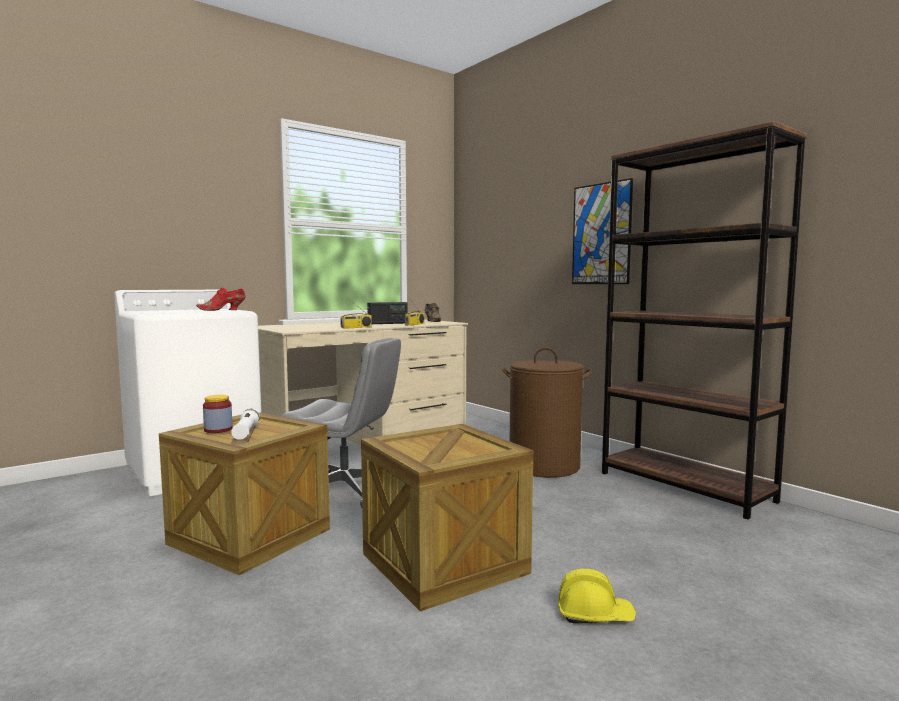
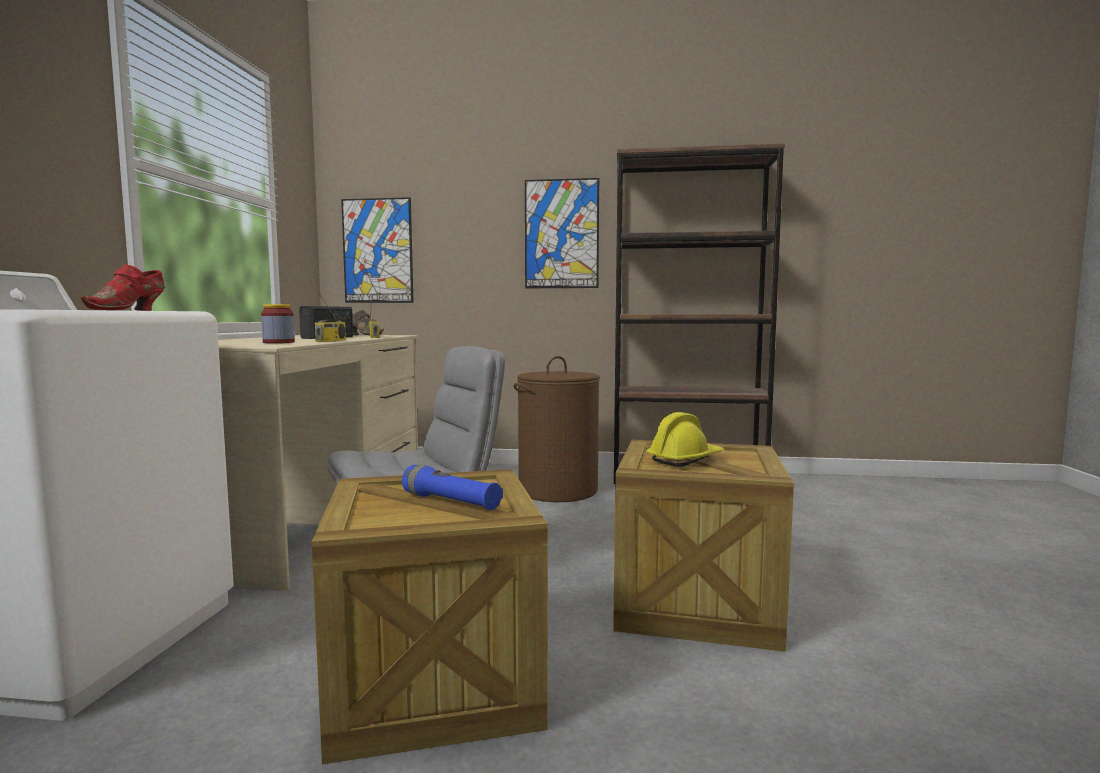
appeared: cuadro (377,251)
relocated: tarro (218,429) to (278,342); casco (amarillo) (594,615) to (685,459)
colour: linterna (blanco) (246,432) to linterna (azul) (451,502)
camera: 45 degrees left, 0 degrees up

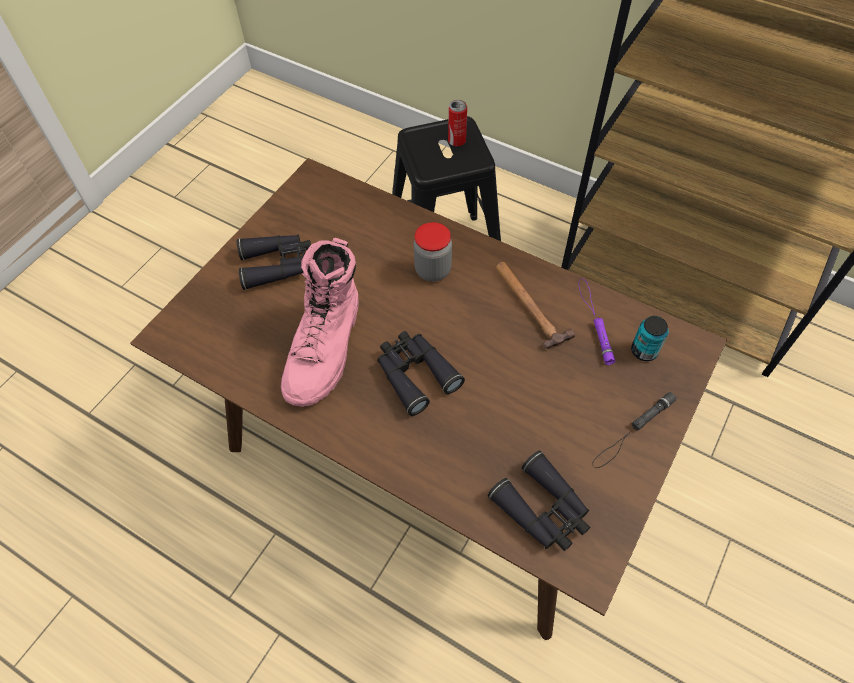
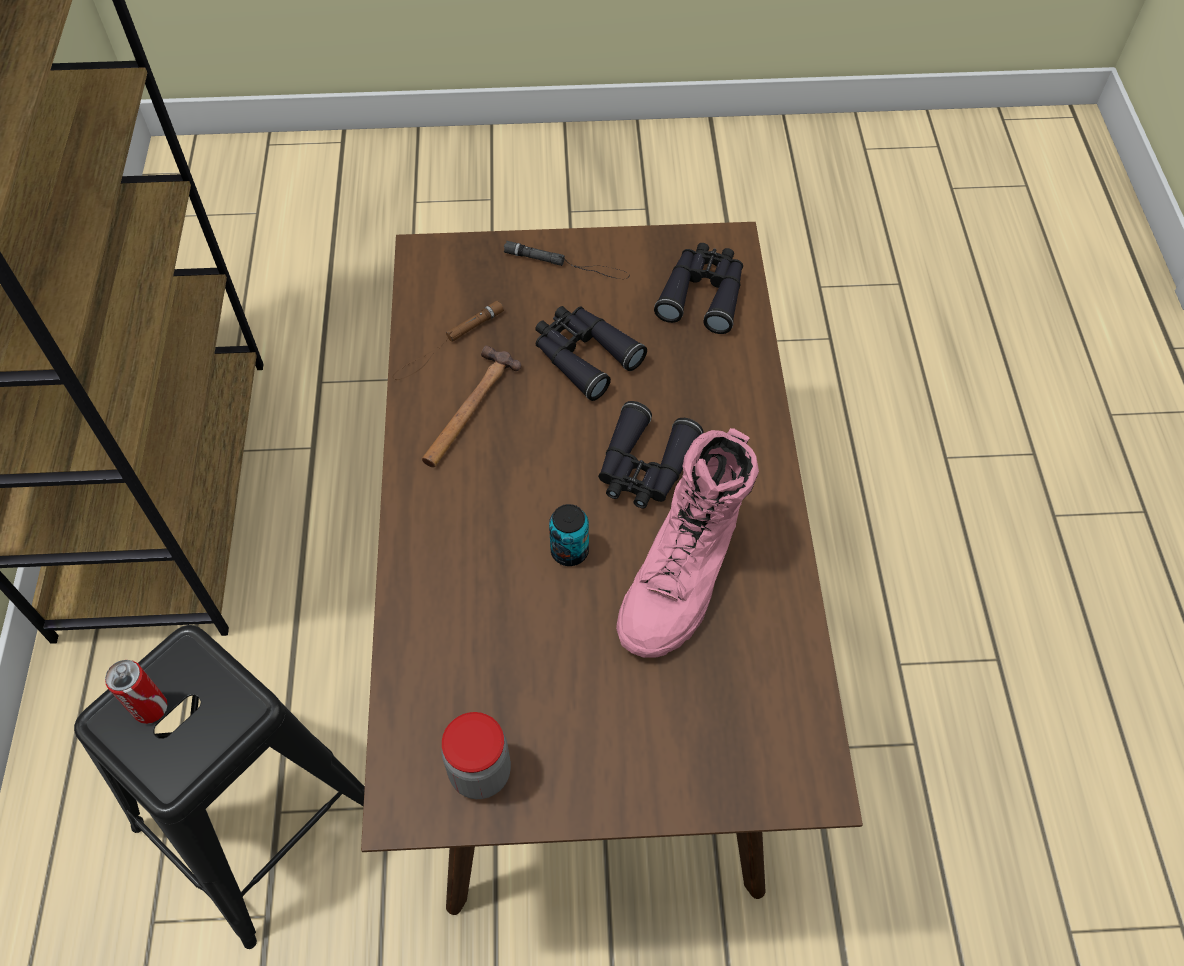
relocated: prismáticos (negro) (278,265) to (583,355); tarro (433,270) to (480,772); lata (644,351) to (569,551)
colour: linterna (morado) (594,320) to linterna (marrón) (448,344)
spun: bota (rosa) (326,349) = (683,576) 135 degrees clockwise
camera: 125 degrees left, 0 degrees up

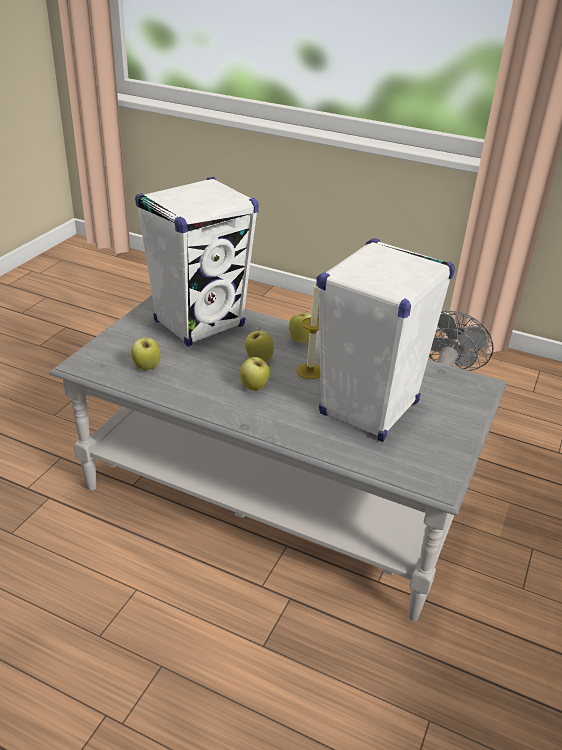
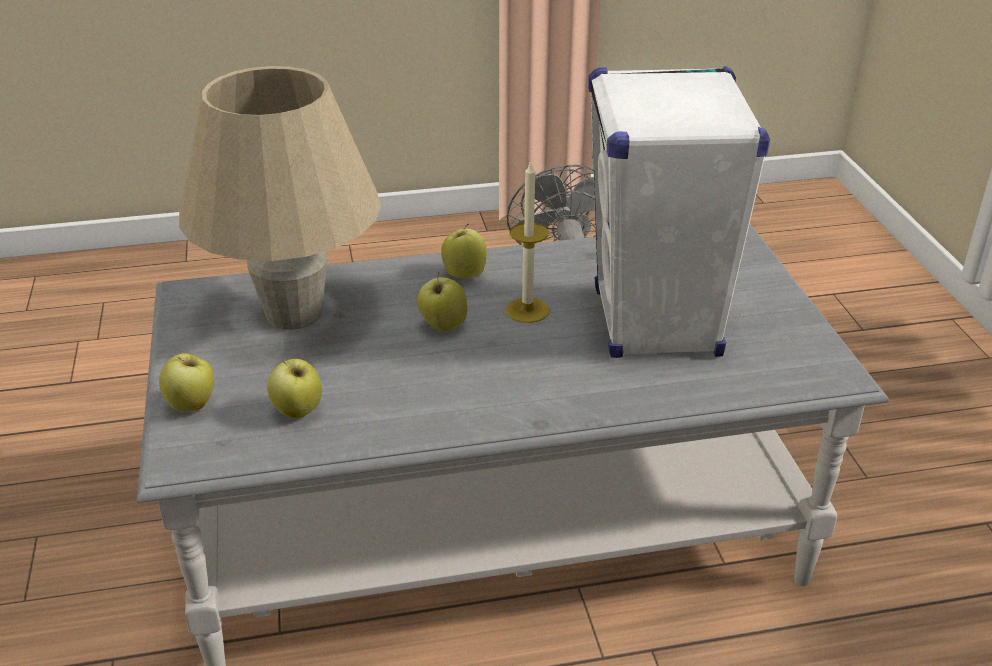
relocated: manzana (254,388) to (192,406)
exchanged: altavoz (blanco) (199,324) to lámpara de mesa (beis) (294,313)
camera: 35 degrees left, 0 degrees up

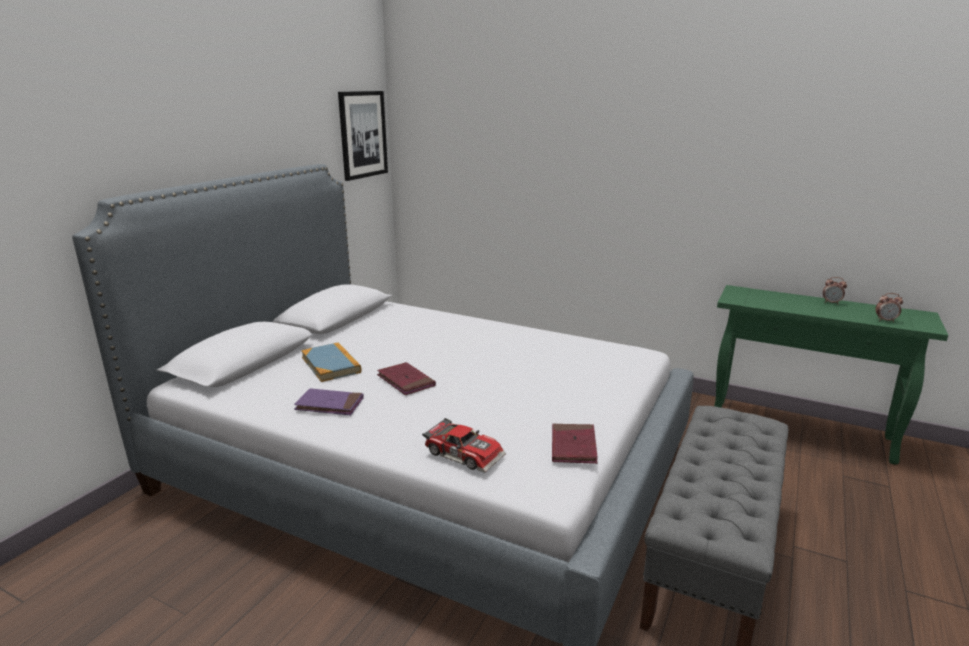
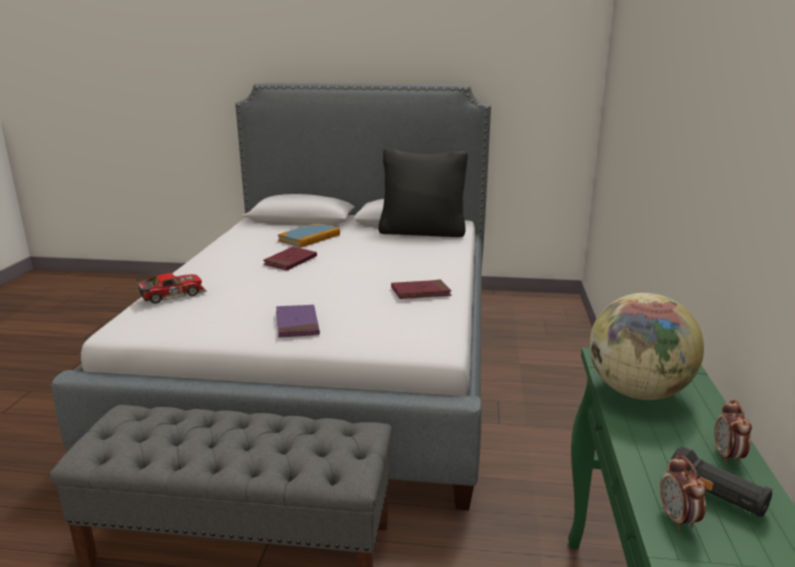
missing: cuadro (362,134)
appeared: cojín (negro) (422,232); globo terráqueo (637,392); linterna (negro) (716,498)
relocated: libro (morado) (329,405) to (297,324); libro (rojo) (573,446) to (420,292)
spun: coche de juguete (465,452) = (172,294) 135 degrees counterclockwise
camera: 70 degrees right, 0 degrees up

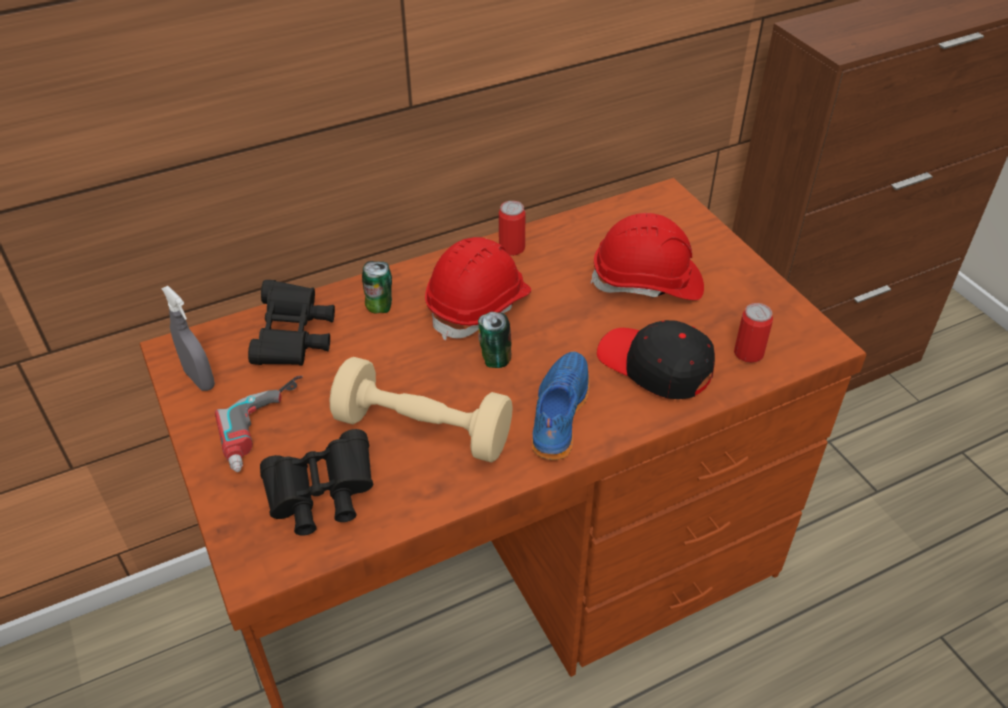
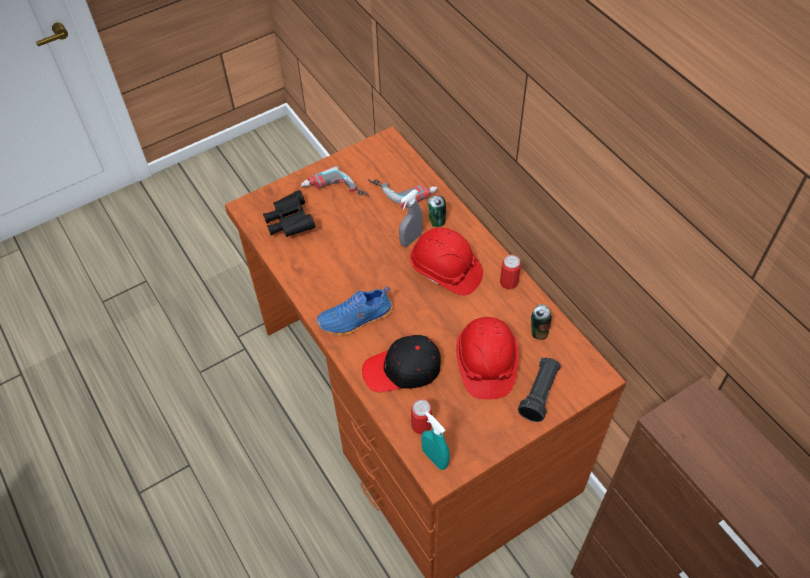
missing: mancuerna (beis) (423,430)
appeared: pulverizador (turquesa) (435,458); linterna (negro) (539,394)
relocated: pulverizador (gris) (200,379) to (411,239); lata (495,360) to (538,331)
exchanged: prismáticos (negro) (295,339) to taladro (403,188)
spun: zapato (azul) (557,413) = (356,319) 150 degrees clockwise; gorra (negro) (655,366) = (402,369) 135 degrees counterclockwise
camera: 85 degrees right, 10 degrees up

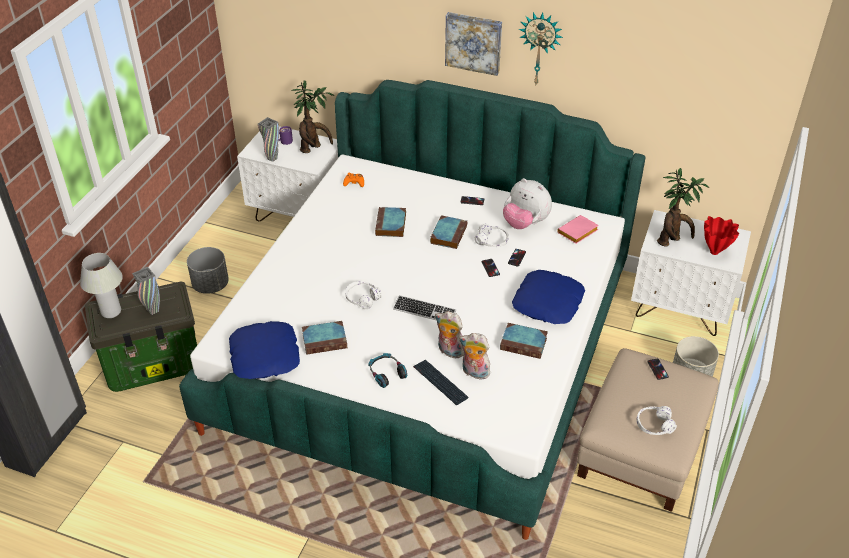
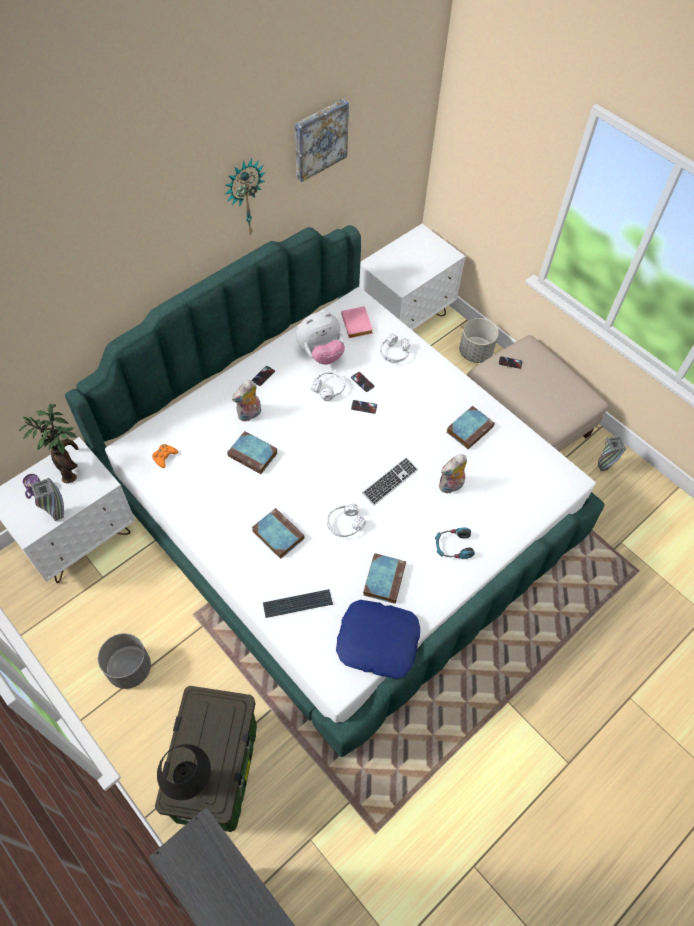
missing: cojín (azul) (548,303); planta en maceta (672,240); florero (rojo) (714,252)
relocated: florero (gris) (153,311) to (602,467); teclado (440,383) to (297,604); libro (448,234) to (277,534); cuadro (474,42) to (319,139); peluche (474,373) to (249,415); auriculares (blanco) (654,425) to (394,353)
colour: lámpara de mesa (blanco) (111,312) to lámpara de mesa (negro) (191,783)
camera: 65 degrees left, 15 degrees up

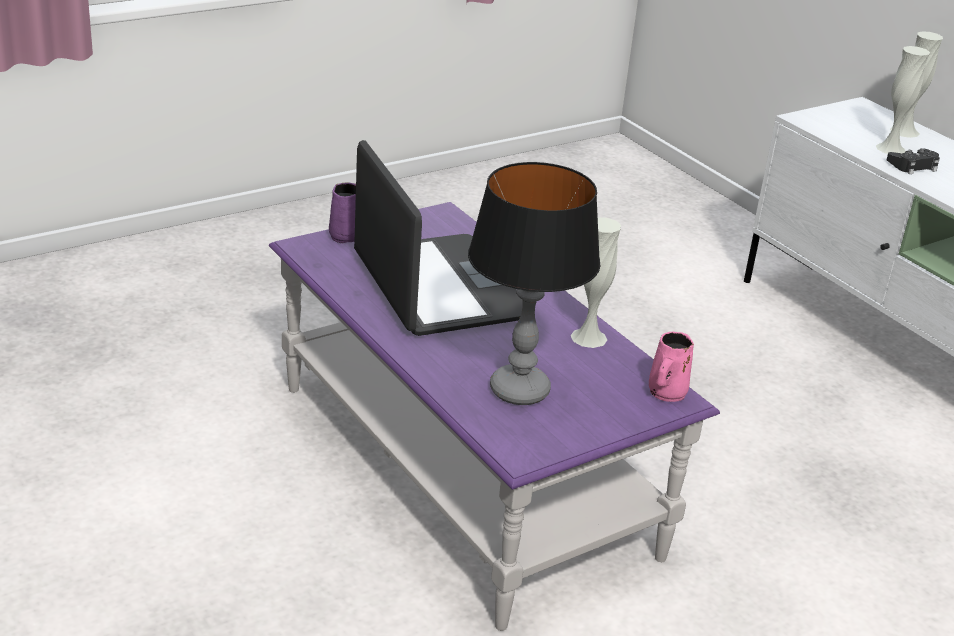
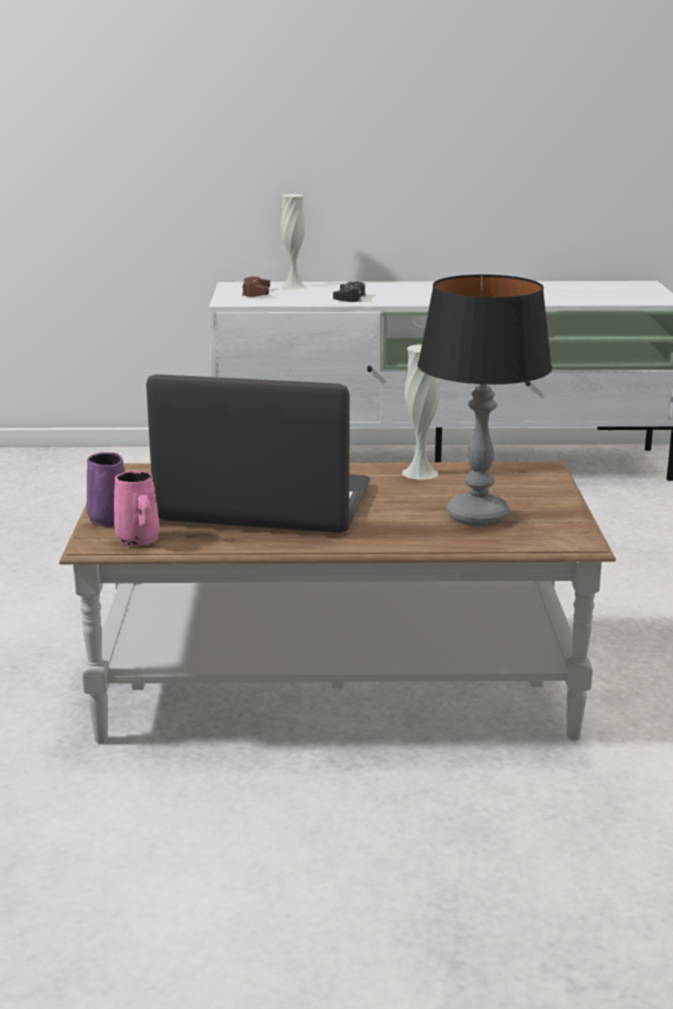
missing: florero (blanco) (890,149)
appeared: mando de consola (marrón) (256,293)
relocated: taza grande (rosa) (666,393) to (138,540)
colour: mesa de centro (morado) (463,468) to mesa de centro (marrón) (335,685)
camera: 55 degrees left, 10 degrees down

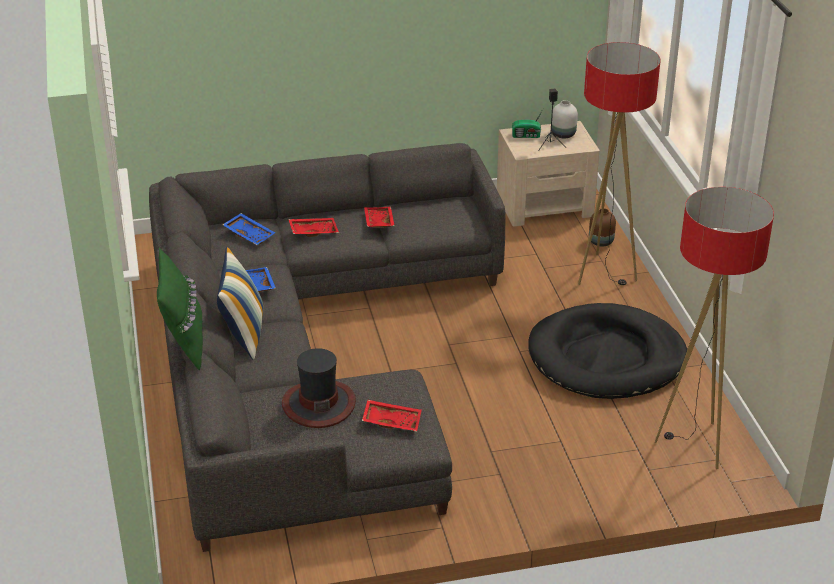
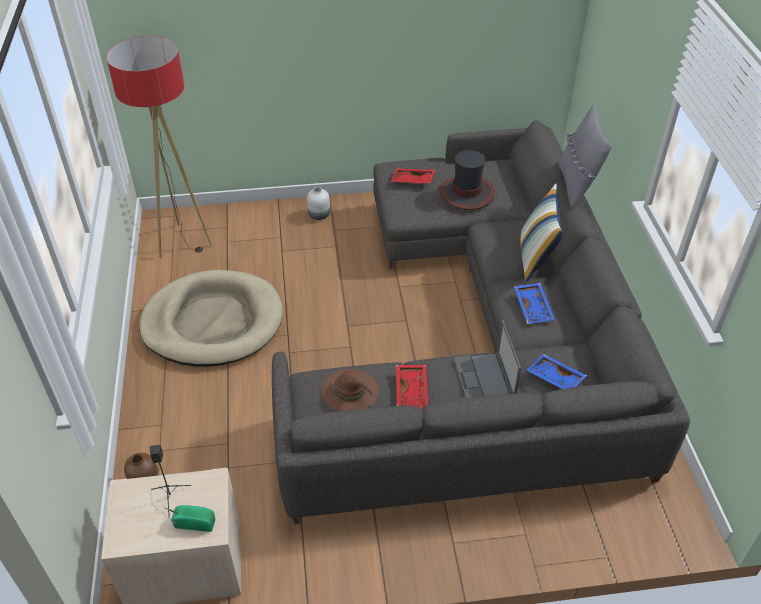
missing: lámpara de pie (604,273)
appeared: sombrero (marrón) (351,391)
relocated: florero (blanco) (562,134) to (319,214)
exchanged: bandeja (rojo) (313,231) to portátil (484,380)
colour: cojín (verde) (184,343) to cojín (gris) (576,185); cama para perro (negro) (606,357) to cama para perro (beis) (213,322)
camera: 175 degrees left, 10 degrees up

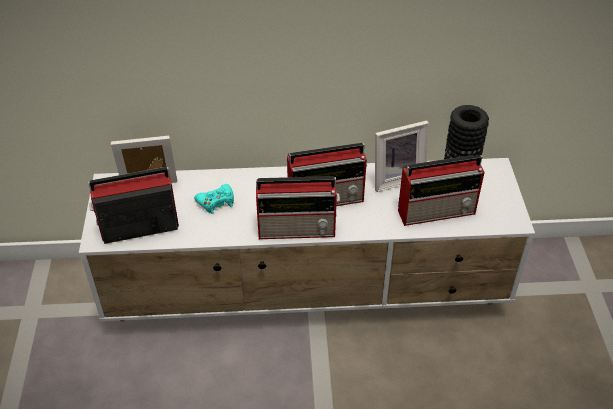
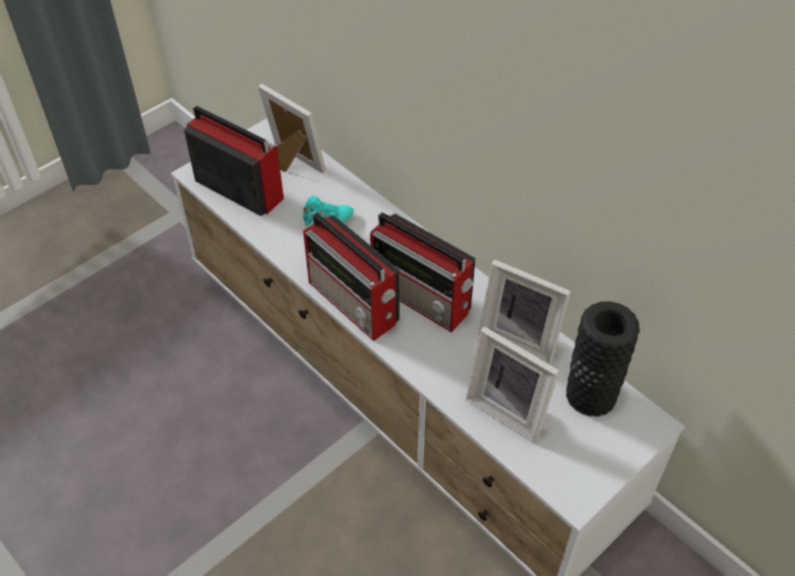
exchanged: radio (438,211) to portarretratos (509,408)
camera: 50 degrees right, 5 degrees up

